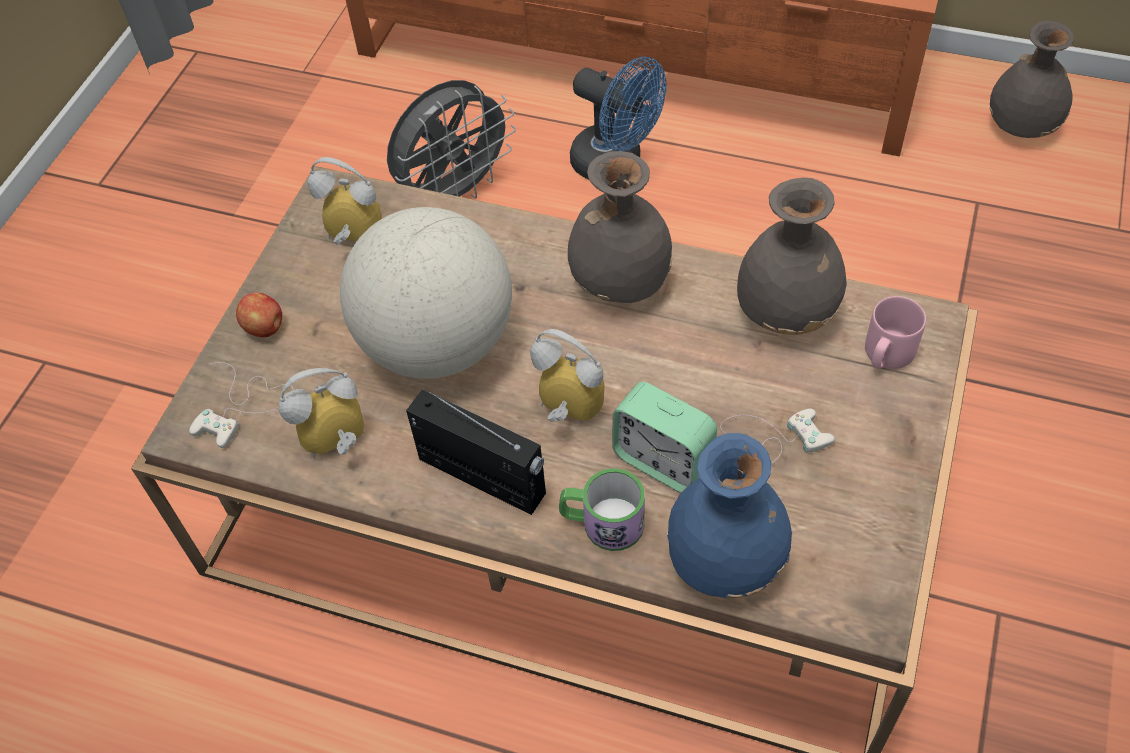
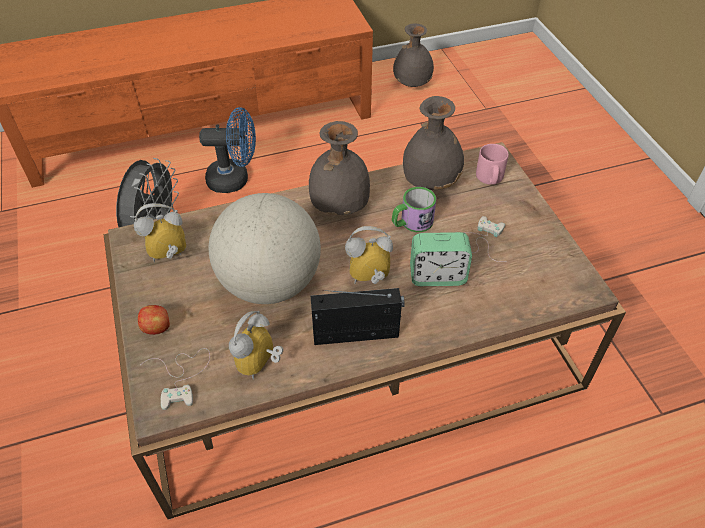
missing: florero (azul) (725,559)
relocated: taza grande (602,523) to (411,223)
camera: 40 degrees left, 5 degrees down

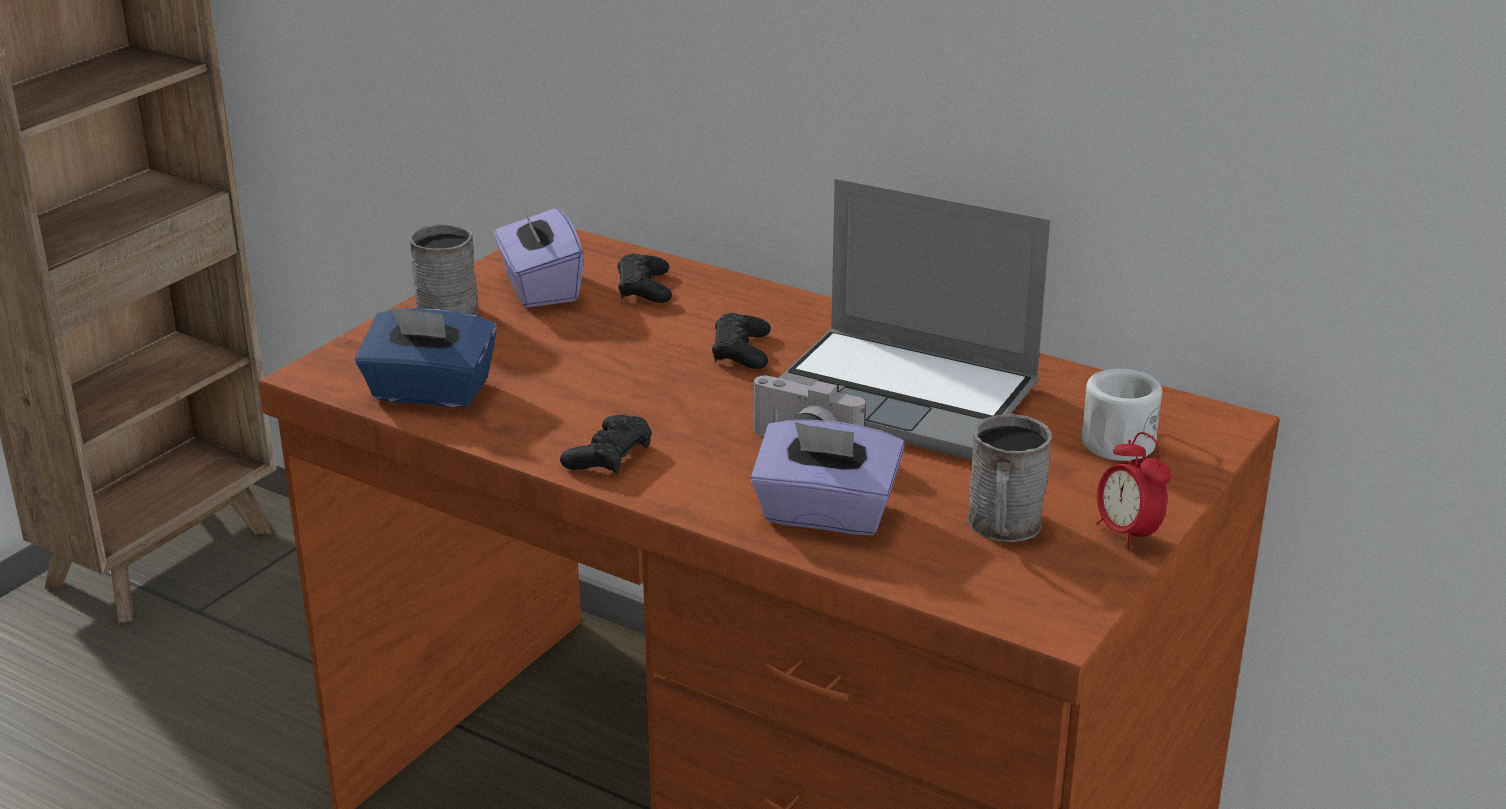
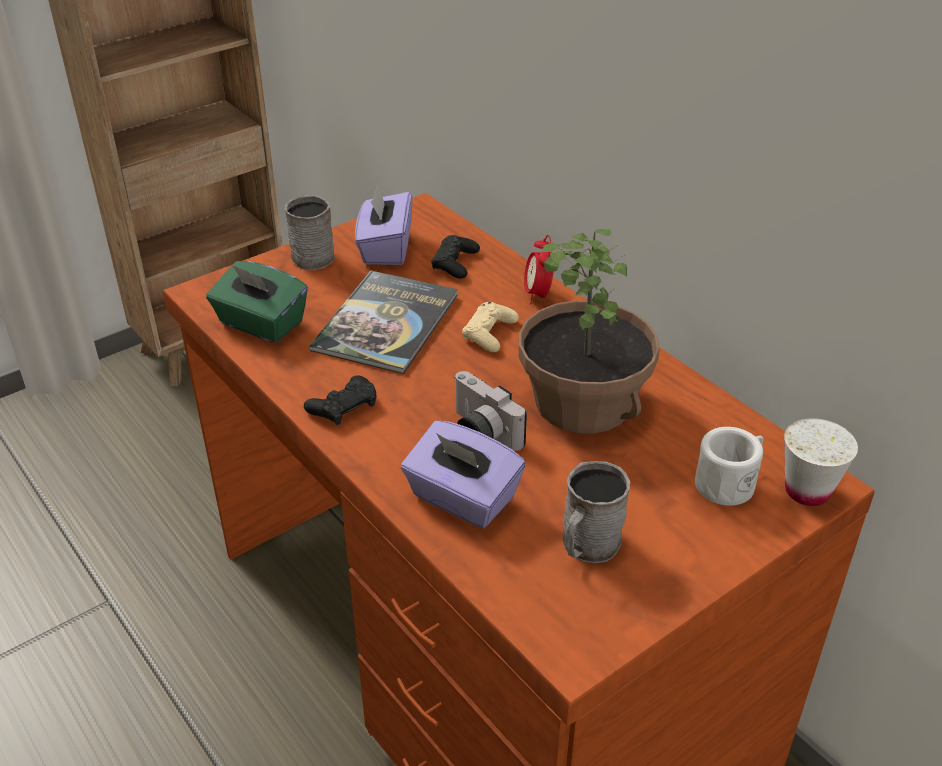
appeared: libro (386,323); taza (blanco) (807,491)
relocated: despertador (1127,534) to (538,295)
exchanged: portátil (905,397) to planta en maceta (584,402)
colour: caja de pañuelos (azul) (430,392) to caja de pañuelos (verde) (260,324); mando de consola (negro) (741,351) to mando de consola (beis) (489,333)
camera: 20 degrees right, 10 degrees up

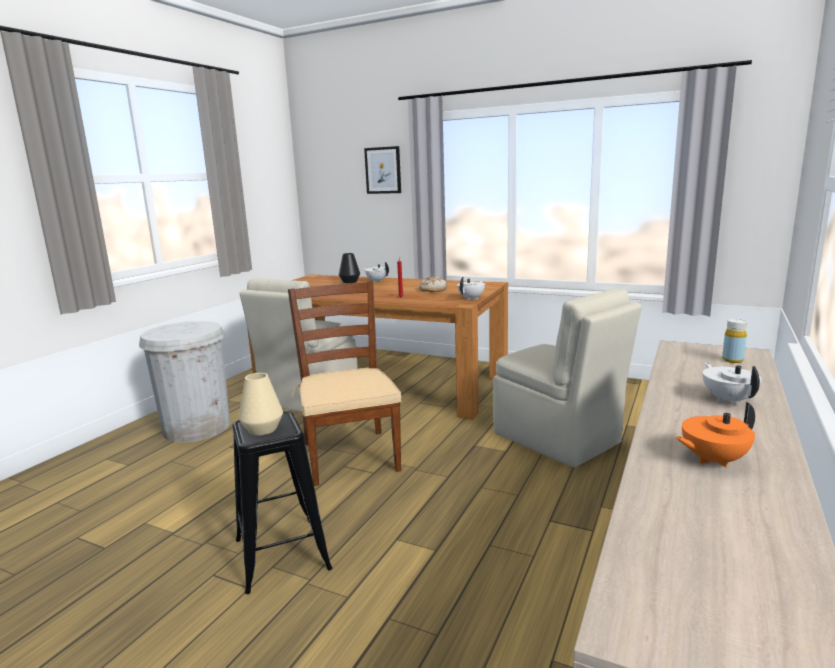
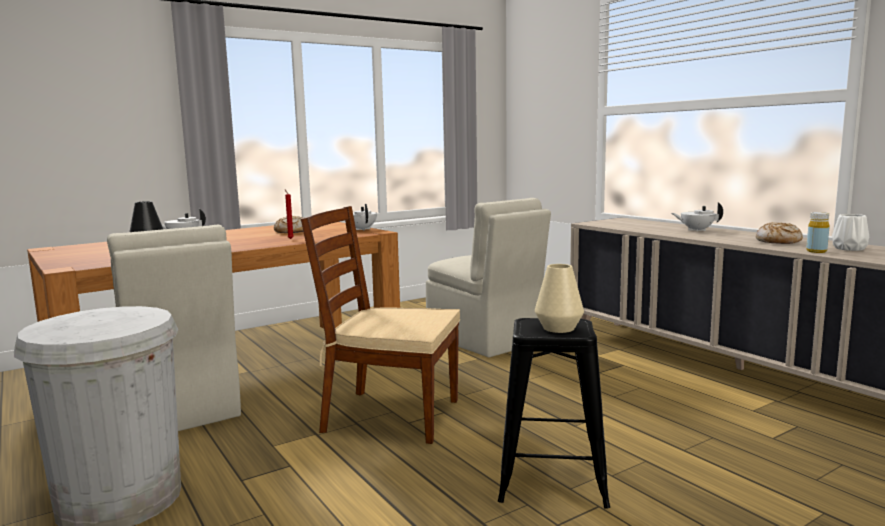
missing: cuadro (383,170)
appeared: florero (blanco) (848,248)
relocated: botella (amarillo) (732,360) to (816,251)
exchanged: tetera (naranja) (712,460) to pan (778,241)
spun: silla (beis) (558,439) = (485,340) 60 degrees clockwise
camera: 60 degrees left, 5 degrees down

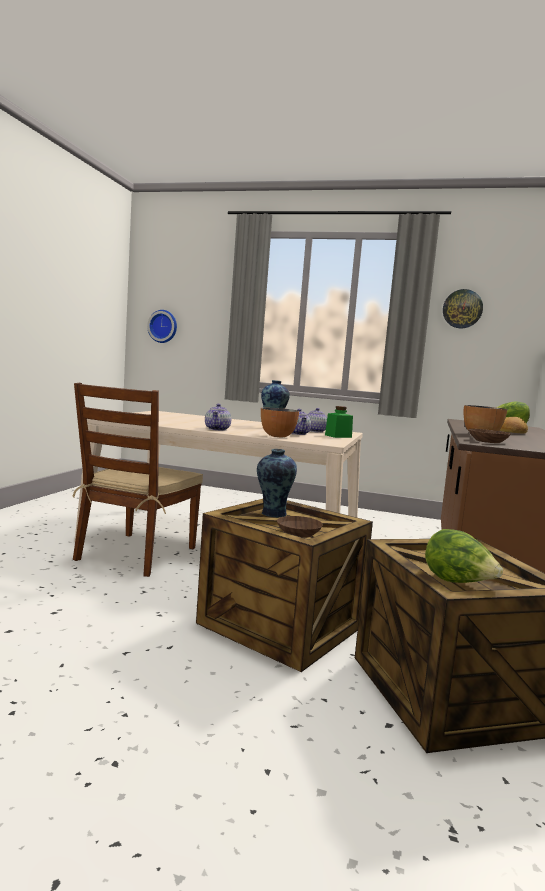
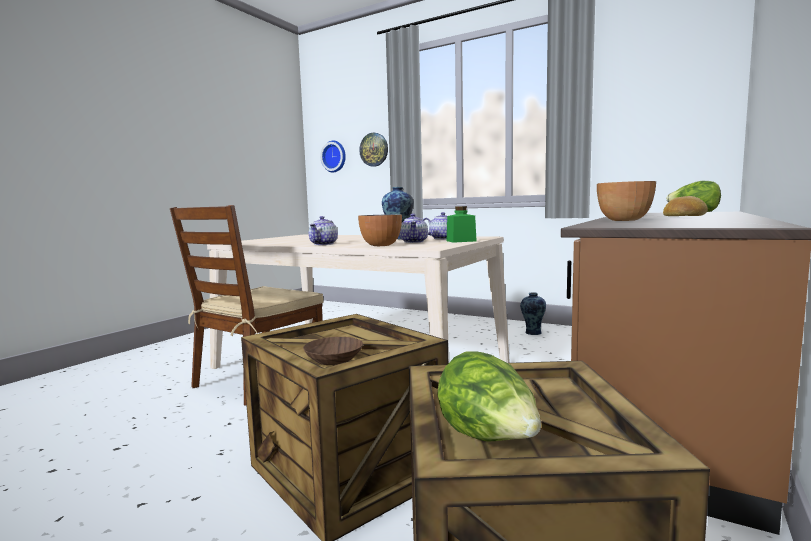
missing: cuenco (marrón) (488,441)
relocated: florero (273,514) to (532,333); reloj de pared (462,309) to (374,149)
camera: 15 degrees right, 0 degrees up

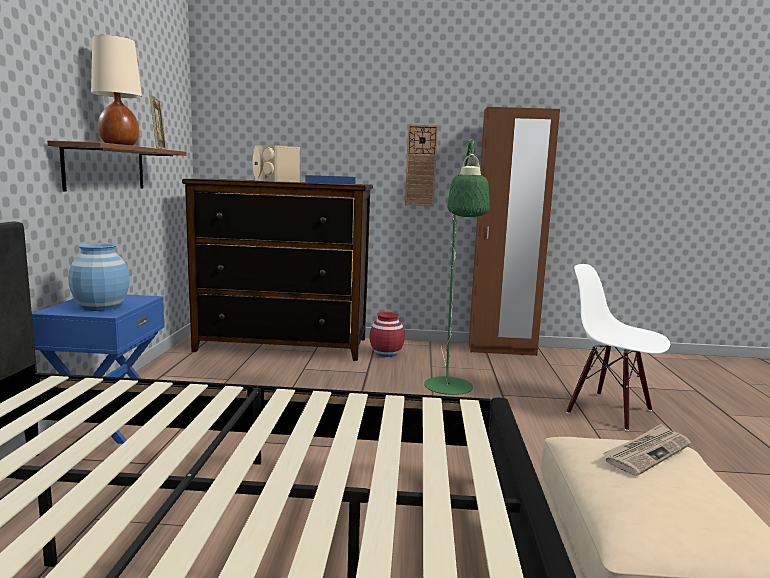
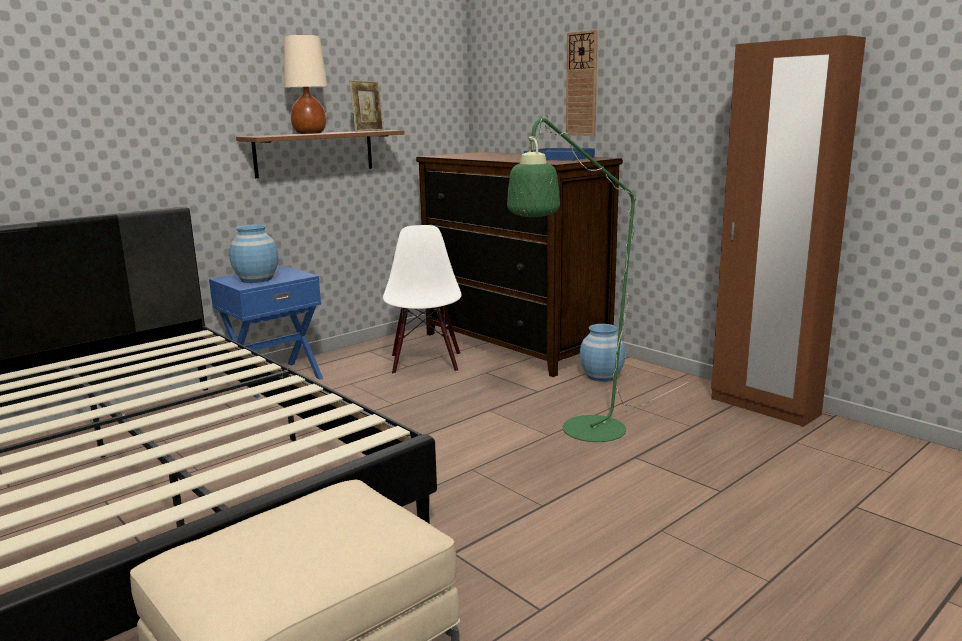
missing: altavoz (beis) (274,181); periódico (647,452)
relocated: reloj de pared (421,165) to (582,84); silla (blanco) (609,411) to (425,363)
colour: florero (rojo) (386,353) to florero (azul) (602,376)
camera: 45 degrees right, 5 degrees up

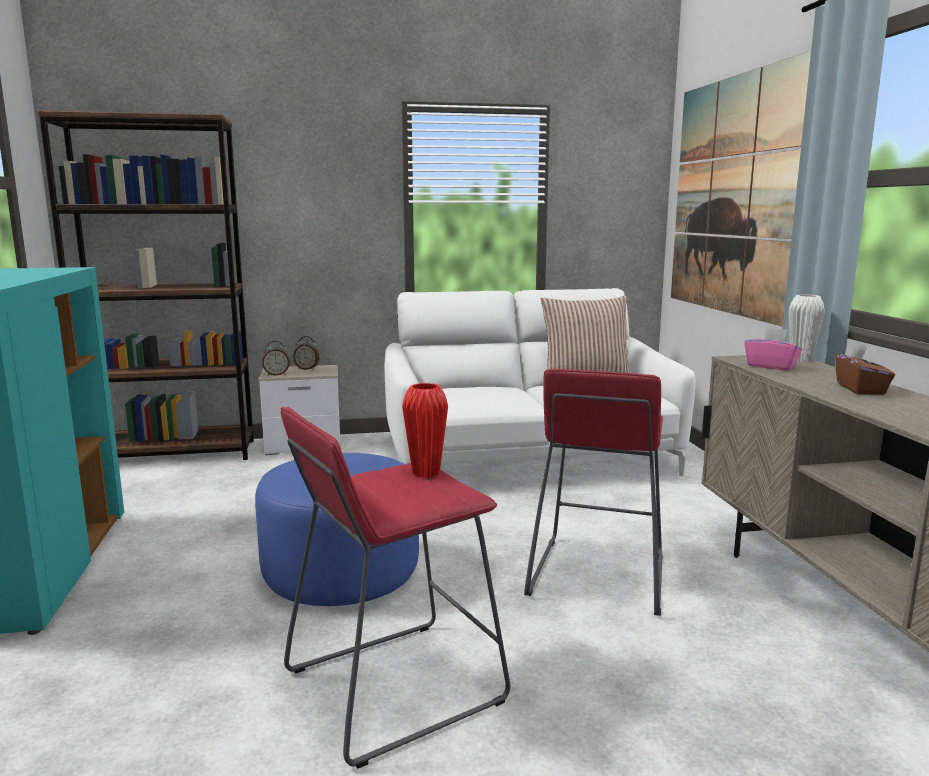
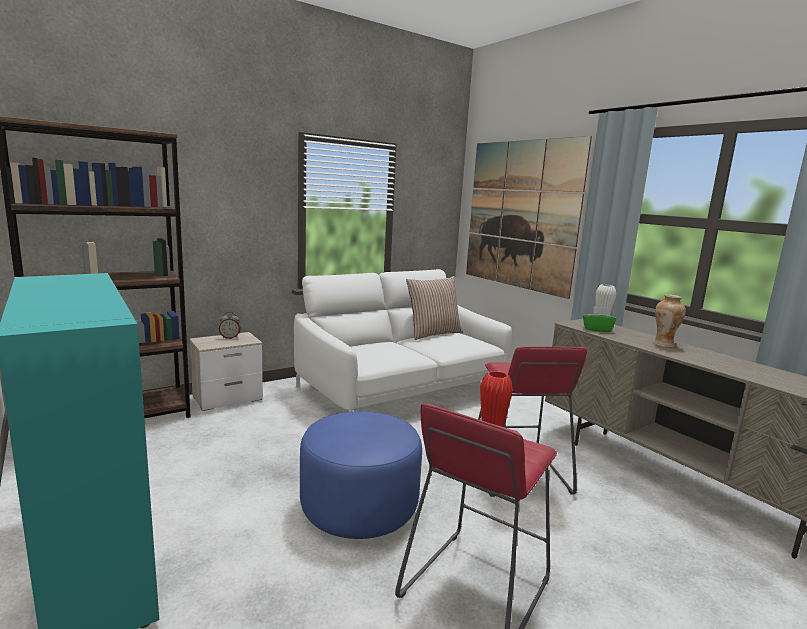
missing: despertador (276,375)
exchanged: caja de pañuelos (marrón) (861,389) to florero (663,344)
colour: caja de pañuelos (rosa) (771,366) to caja de pañuelos (verde) (597,329)
camera: 25 degrees left, 0 degrees up

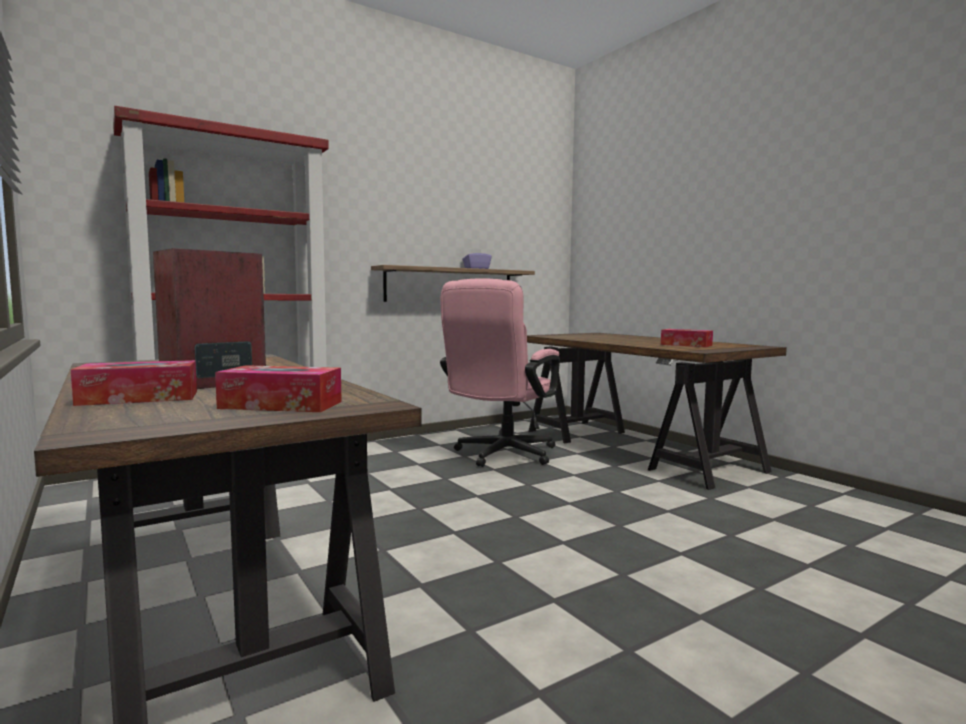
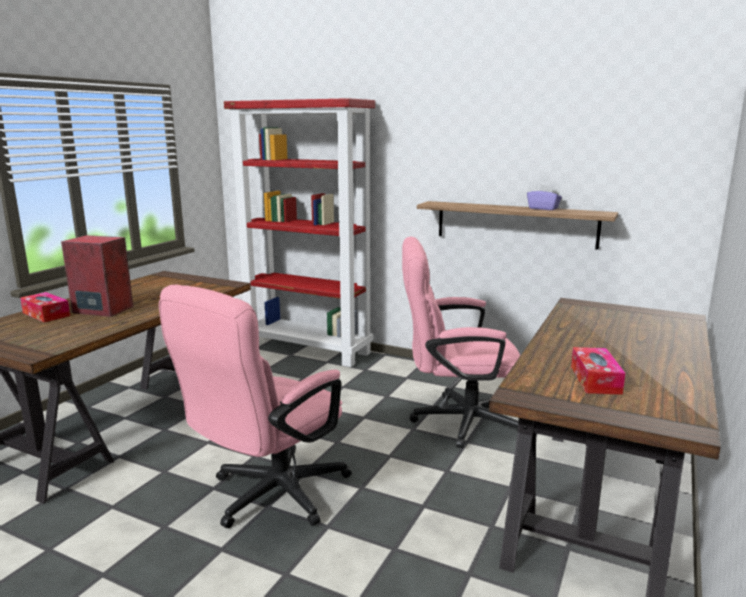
missing: caja de pañuelos (281,405)
appeared: silla de oficina (rosa) (269,497)
camera: 60 degrees right, 10 degrees up

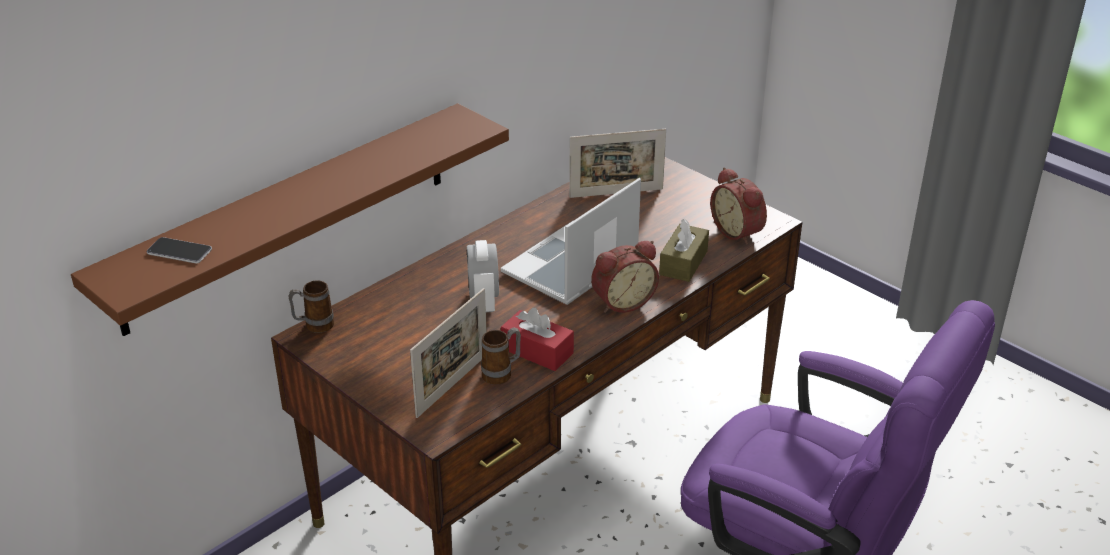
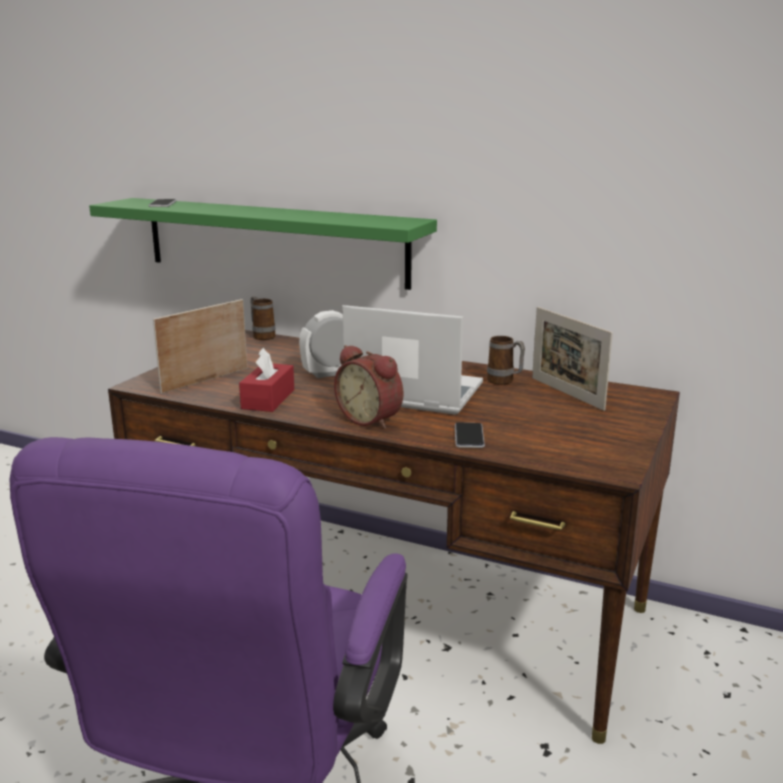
missing: despertador (739,231)
relocated: taza grande (502,374) to (504,381)
exchanged: caja de pañuelos (marrón) (683,263) to móvil (469,436)
colour: estante (marrón) (289,216) to estante (verde) (273,241)
spun: portarretratos (452,385) = (205,380) 120 degrees clockwise
camera: 70 degrees right, 15 degrees down

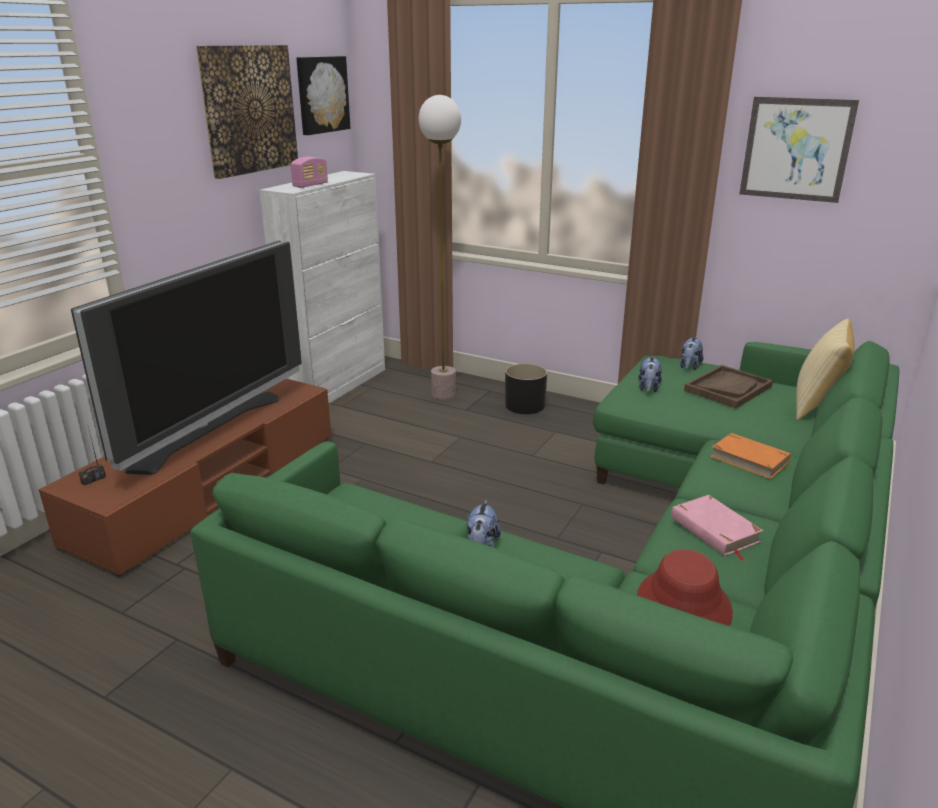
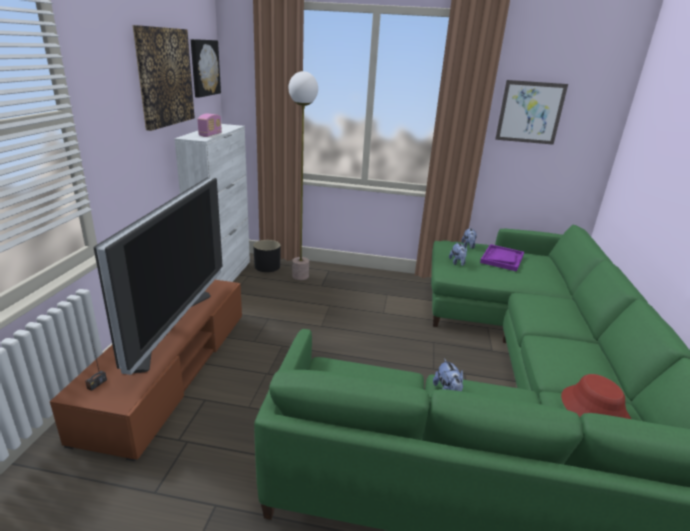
missing: libro (rosa) (714,530); libro (naranja) (749,459); cojín (816,405)
relocated: maceta (negro) (525,405) to (267,266)
colour: bandeja (marrón) (728,388) to bandeja (morado) (502,259)
camera: 20 degrees left, 0 degrees up

